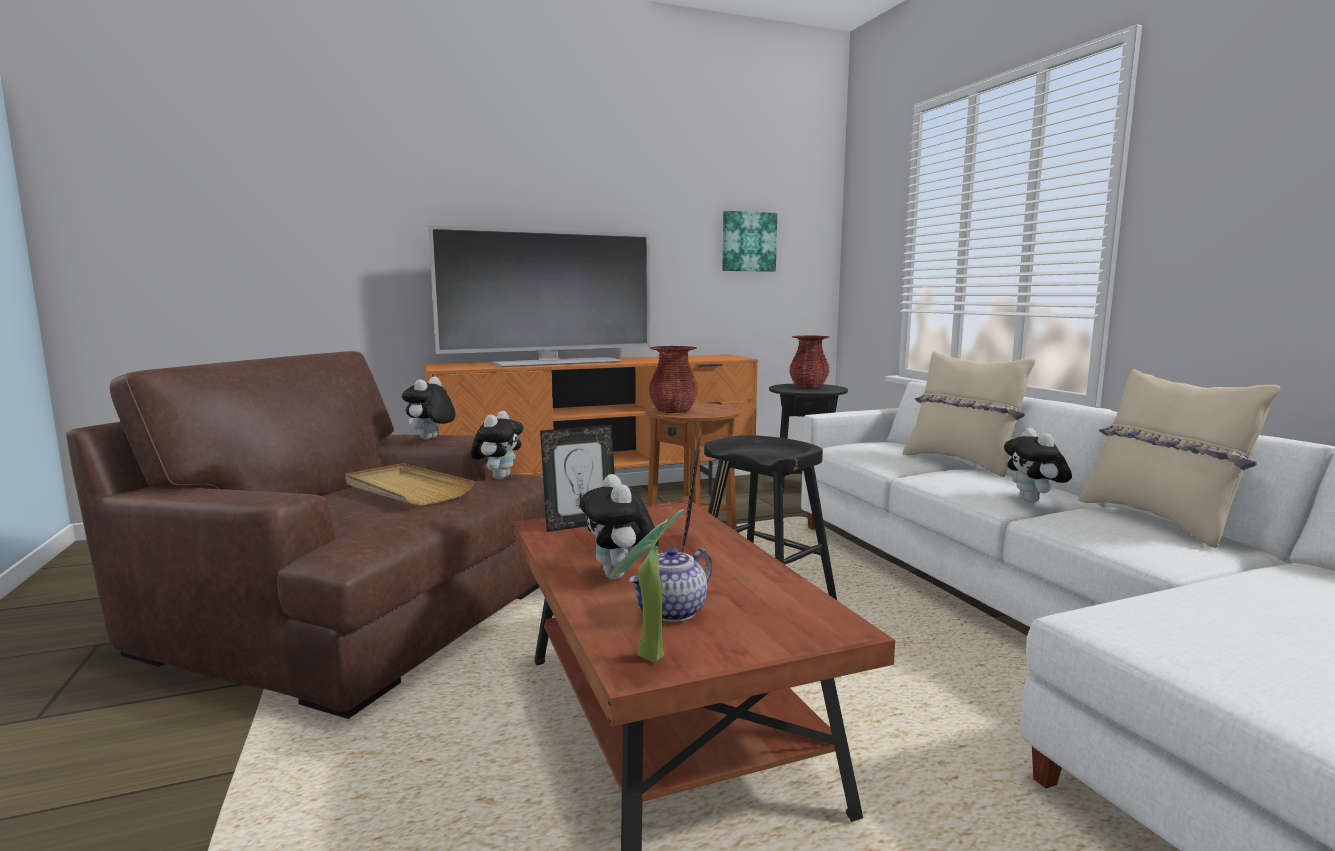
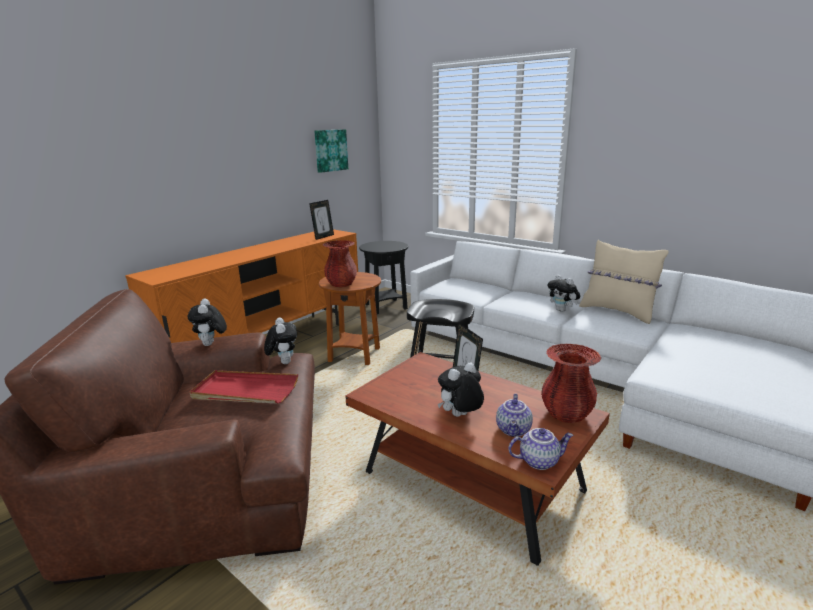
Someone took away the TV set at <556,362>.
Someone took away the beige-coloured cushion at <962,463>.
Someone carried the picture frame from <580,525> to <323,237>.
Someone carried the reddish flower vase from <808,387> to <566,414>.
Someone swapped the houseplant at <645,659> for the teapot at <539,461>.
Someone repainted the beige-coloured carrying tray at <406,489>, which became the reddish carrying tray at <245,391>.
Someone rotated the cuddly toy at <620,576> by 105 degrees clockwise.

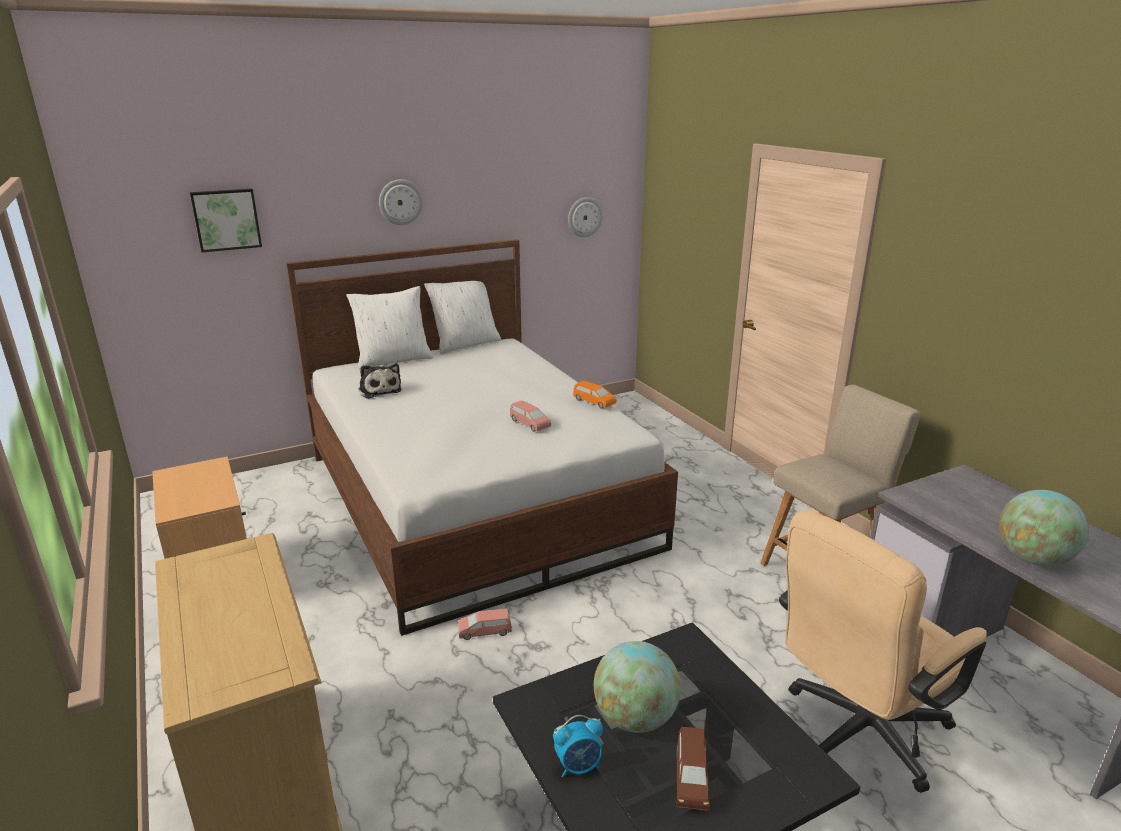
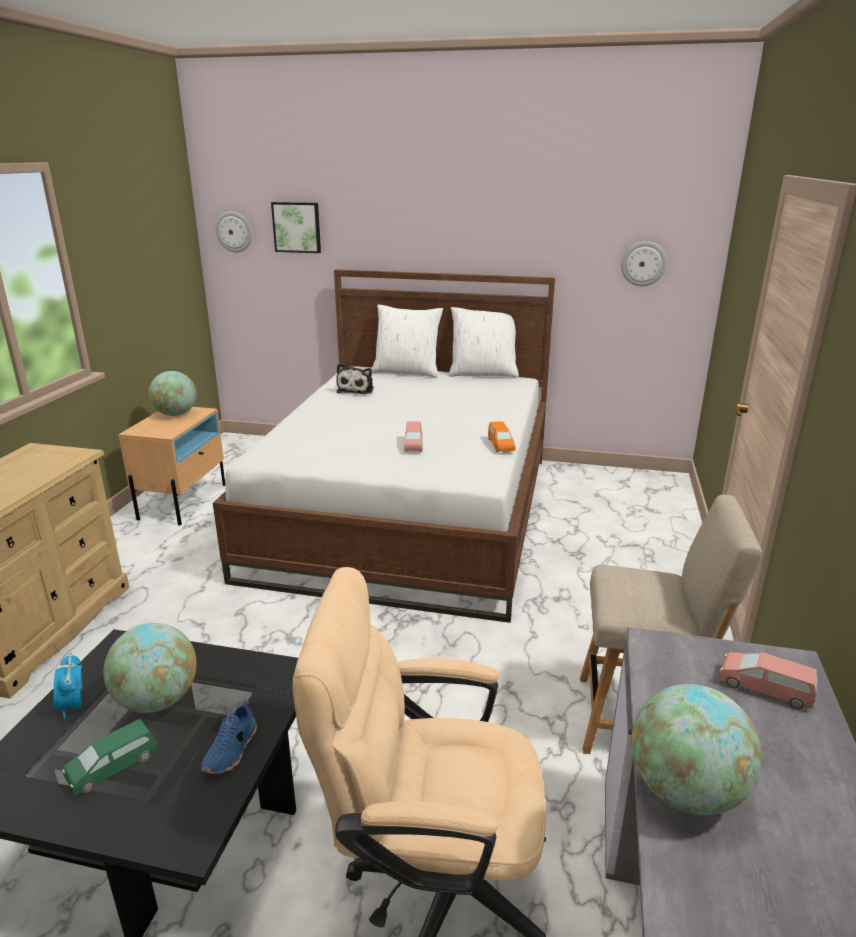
Someone put down the globe at <176,414>.
Someone put down the bluish item of footwear at <232,751>.
Someone carried the wall clock from <400,202> to <234,232>.
Someone carried the pinkish miniature car from <485,631> to <765,688>.
Someone repainted the brown miniature car at <691,778>, which became the green-coloured miniature car at <113,767>.
Someone rotated the alarm clock at <579,766> by 45 degrees clockwise.

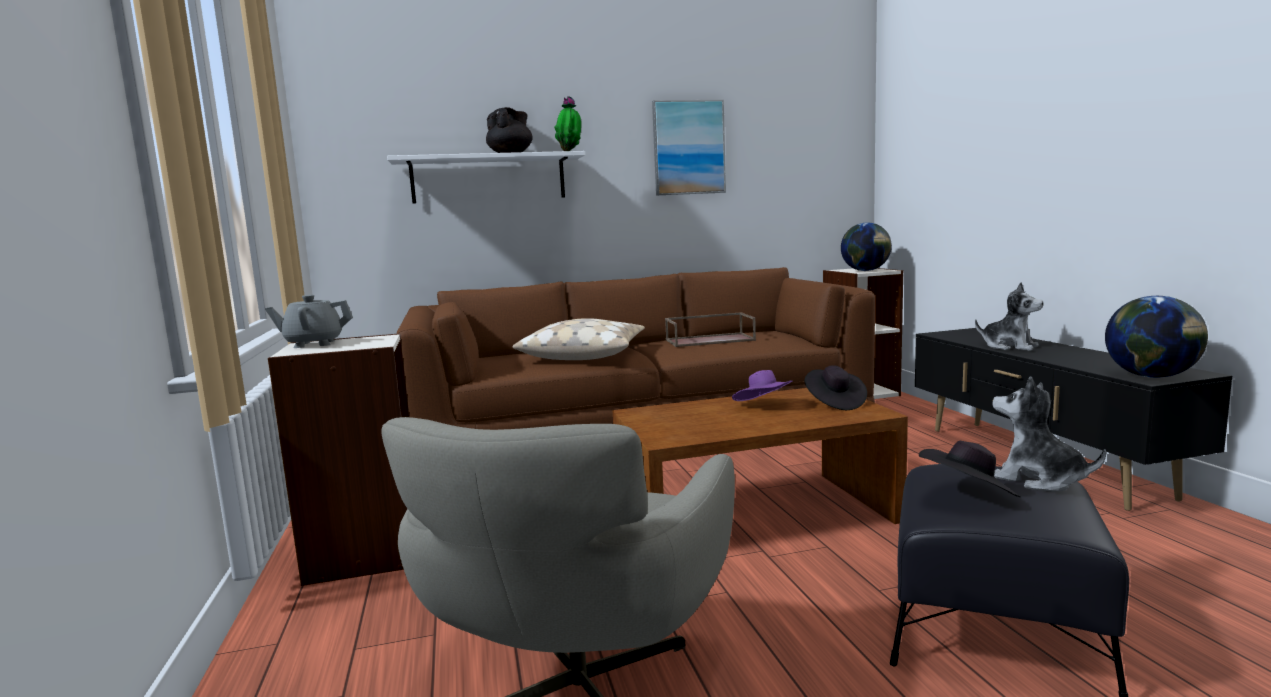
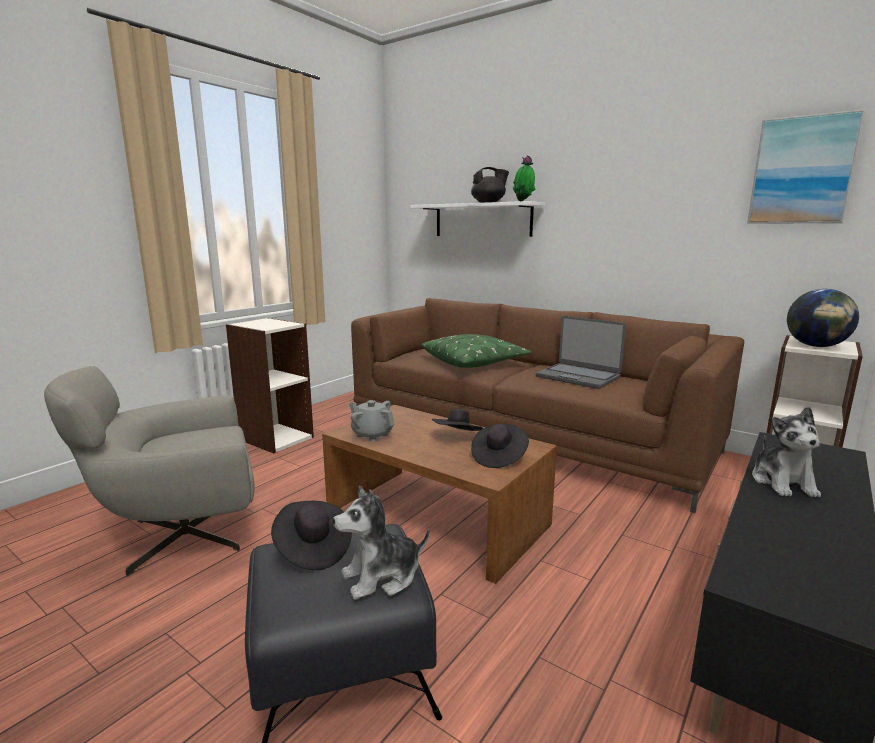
Someone took away the globe at <1152,376>.
Someone carried the greyish teapot from <314,344> to <372,435>.
Someone carried the wall picture from <688,148> to <802,171>.
Someone swapped the brown carrying tray at <710,340> for the portable computer at <578,377>.
Someone repainted the beige-coloured cushion at <583,354>, which became the green-coloured cushion at <474,362>.
Someone repainted the purple wearable hat at <763,406>, which became the black wearable hat at <457,438>.
Someone rotated the cuddly toy at <1038,480> by 120 degrees counterclockwise.

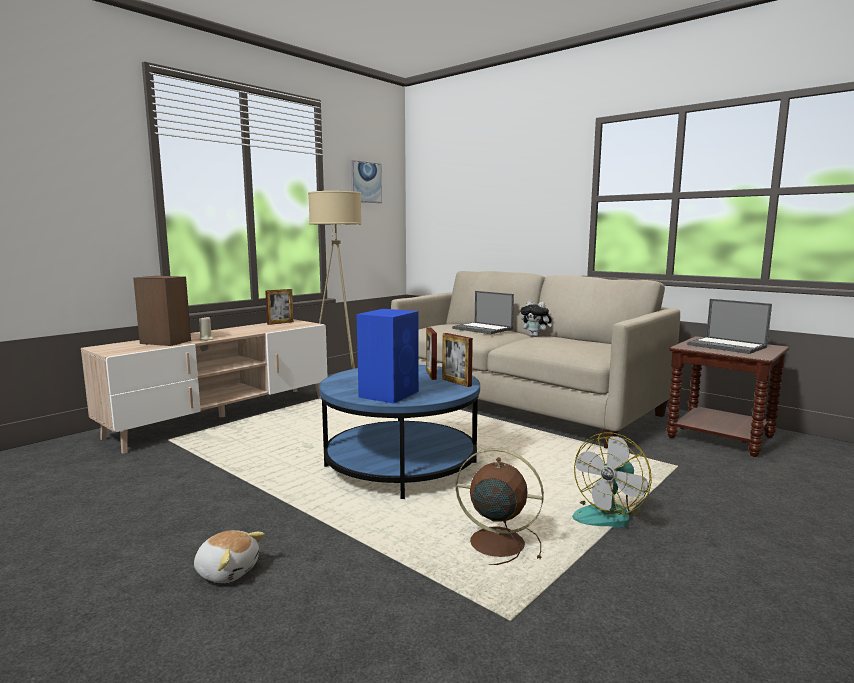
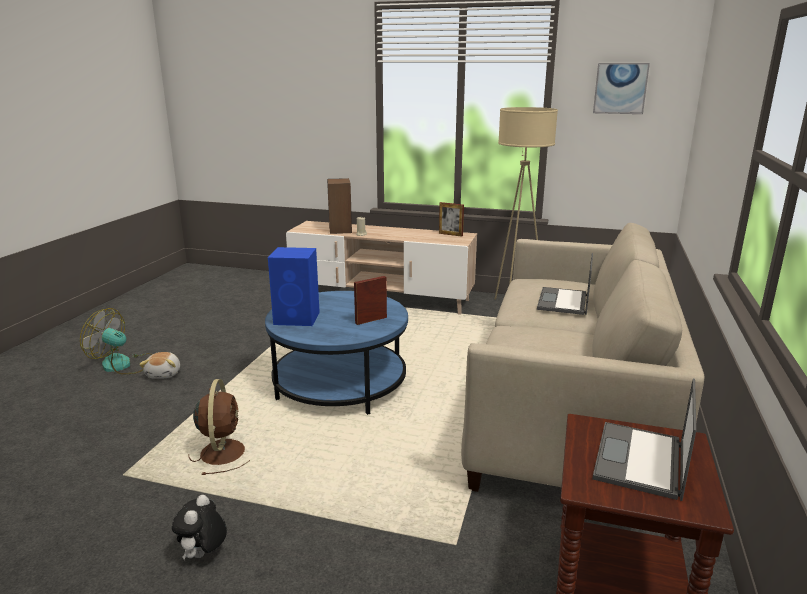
Someone took away the picture frame at <456,382>.
Someone carried the cuddly toy from <535,336> to <203,555>.
Someone carried the electric fan from <608,514> to <123,365>.

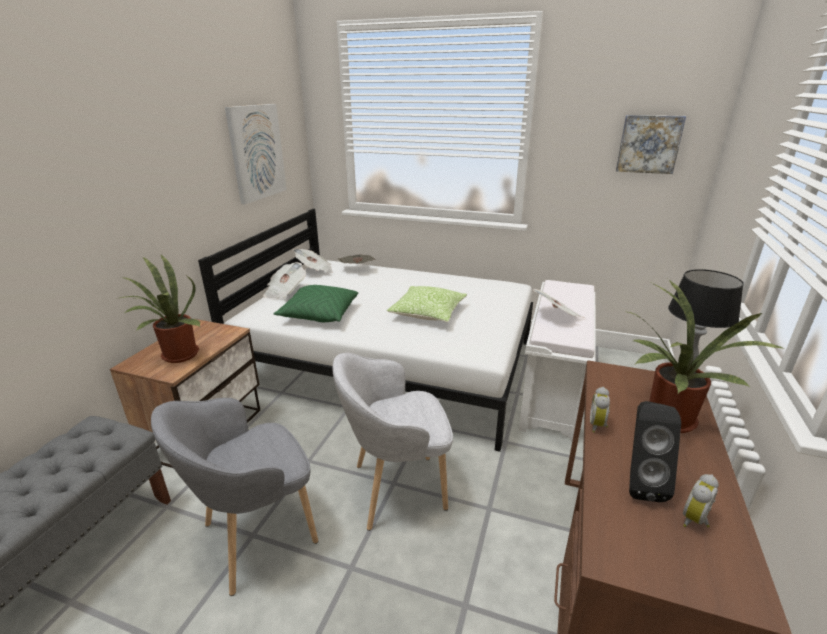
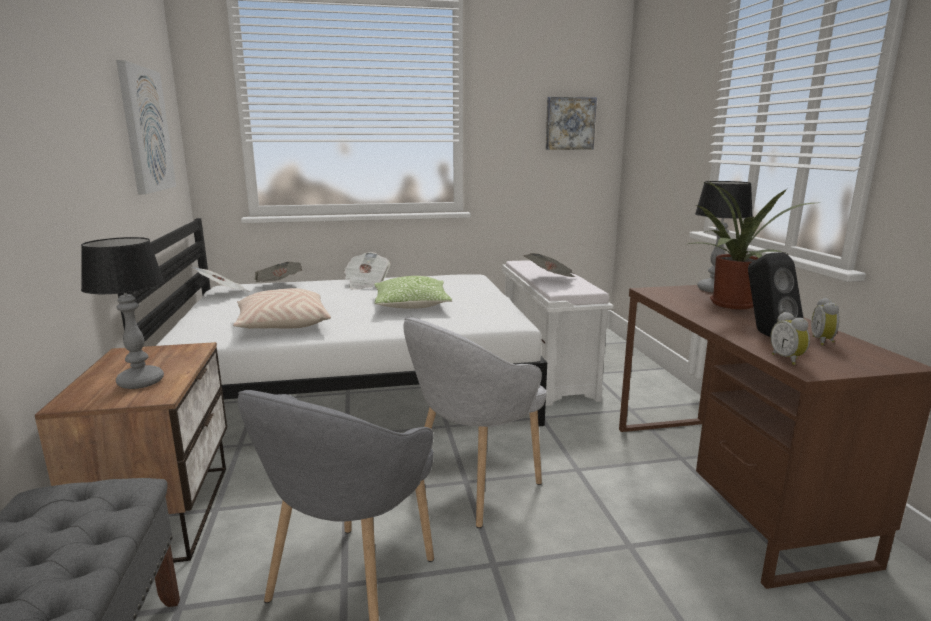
Someone carried the newspaper from <285,292> to <366,284>.
Someone carried the alarm clock from <598,425> to <788,359>.
Someone swapped the houseplant at <176,356> for the lamp for a table at <140,382>.
Someone repainted the green-coloured cushion at <319,314>, which became the beige-coloured cushion at <282,325>.

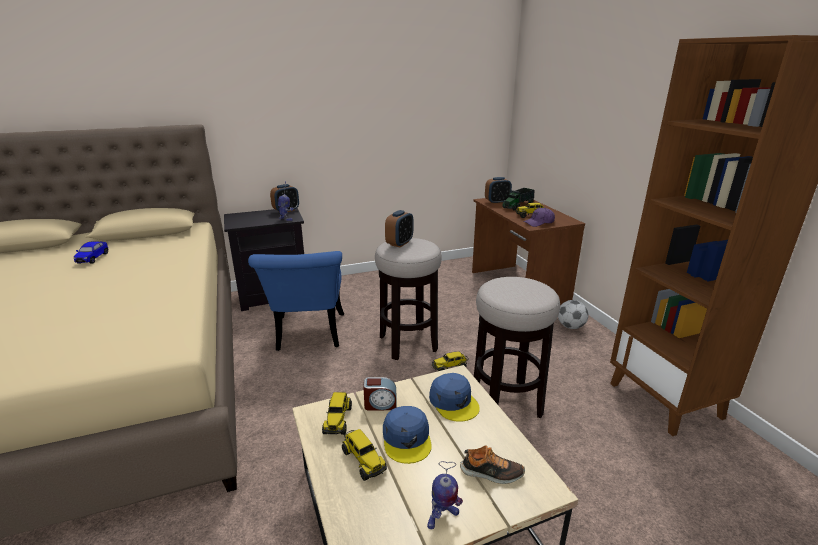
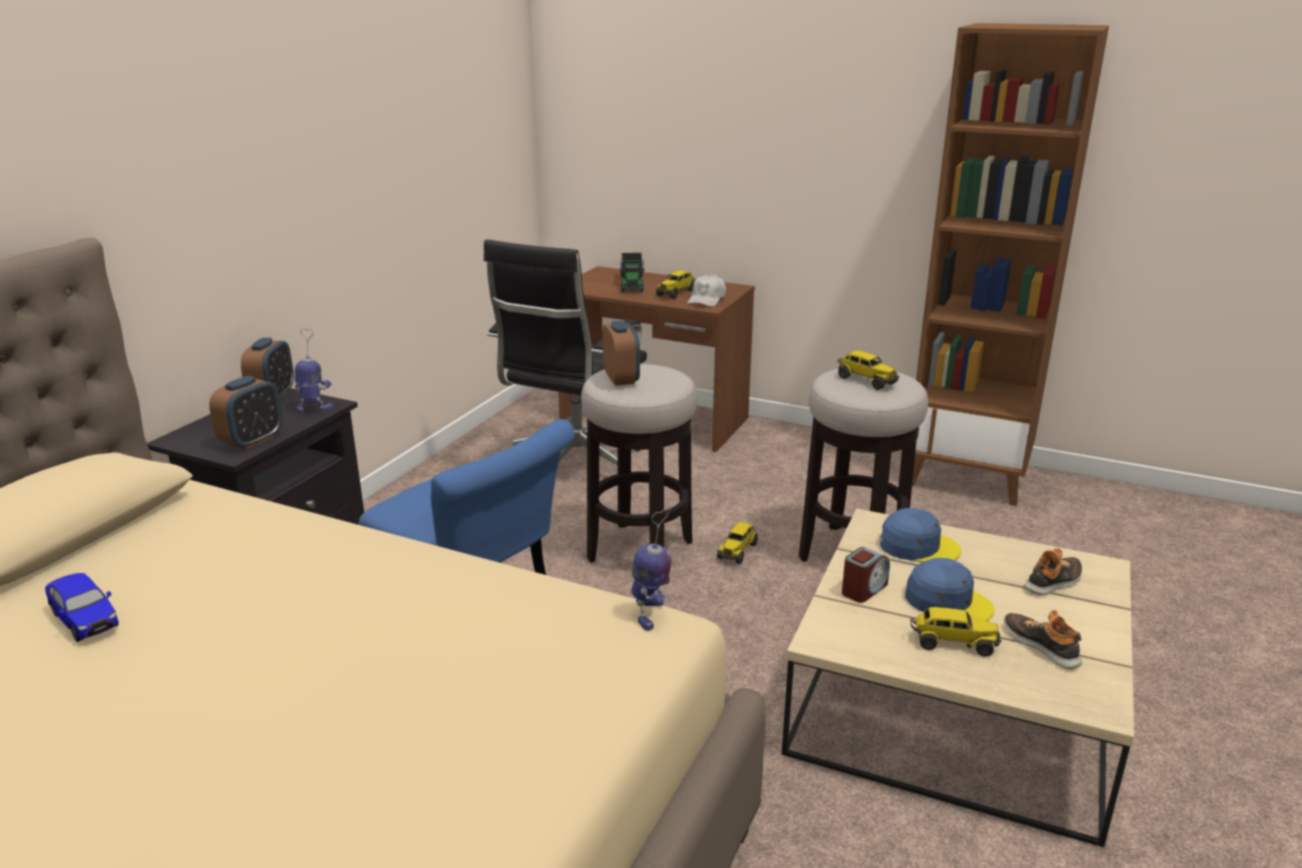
Someone took away the football ball at <570,326>.
Someone put down the black office chair at <573,468>.
Someone put down the item of footwear at <1042,646>.
Someone carried the toy truck from <337,420> to <866,380>.
Someone carried the toy robot from <442,518> to <650,615>.
Someone carried the alarm clock from <497,202> to <252,441>.
Someone repainted the purple cap at <539,222>, which became the white-coloured cap at <707,299>.

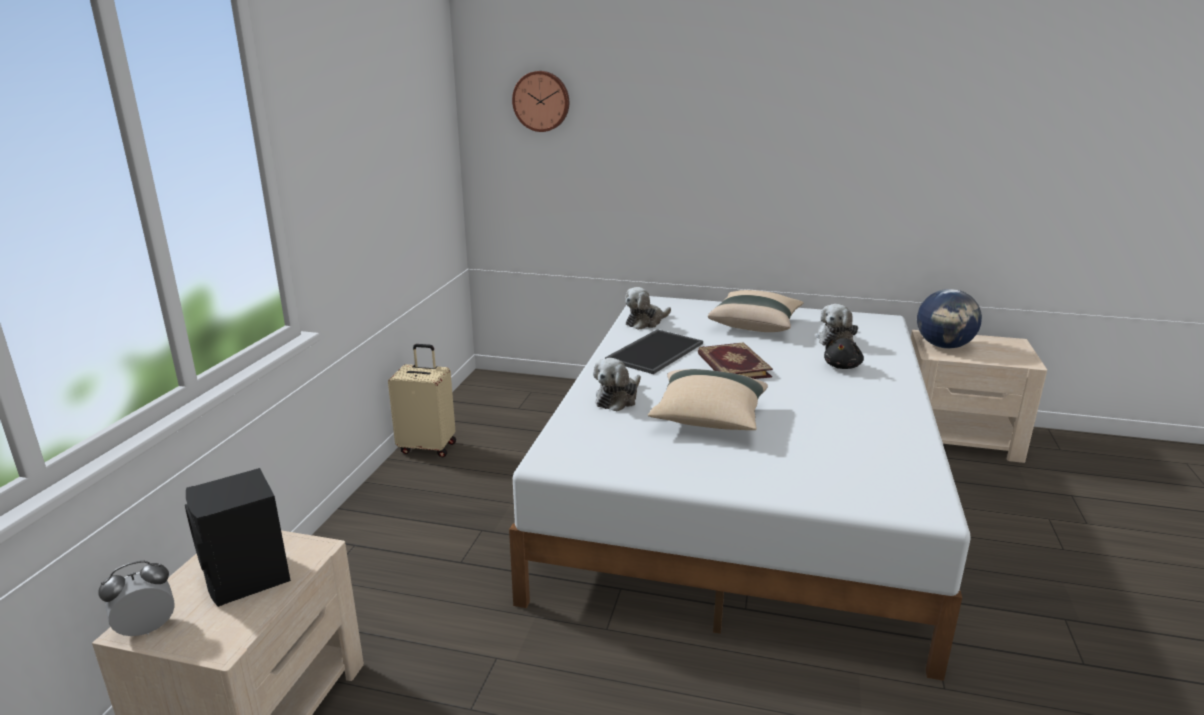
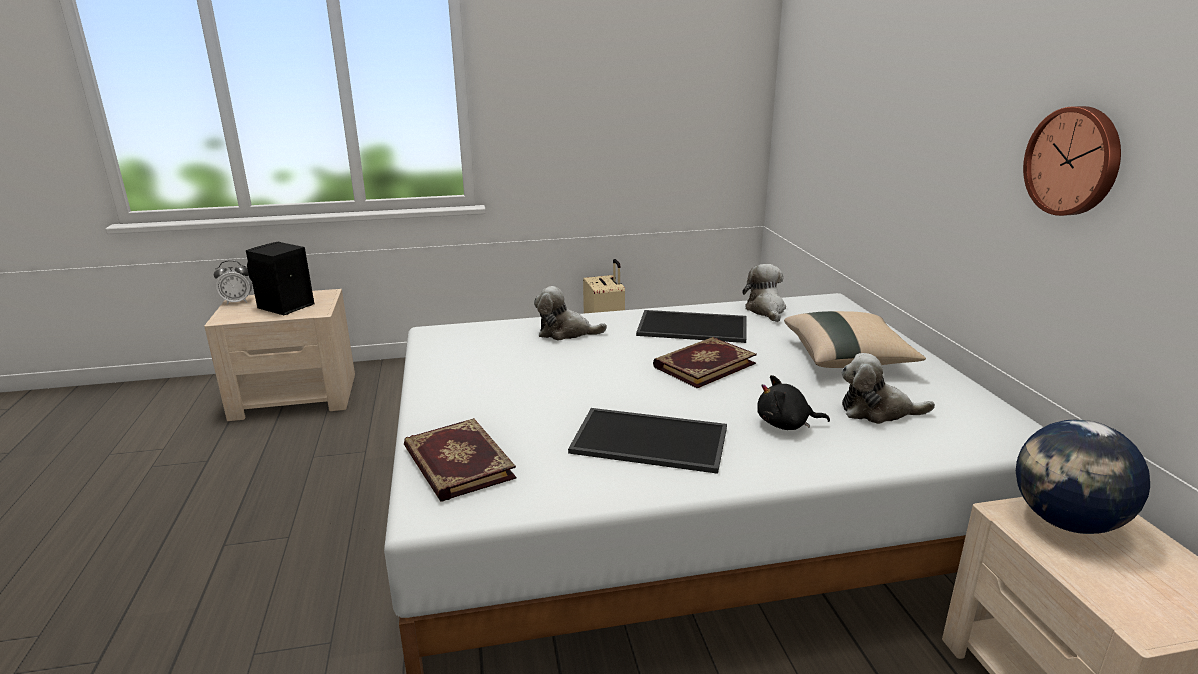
Someone took away the beige-coloured cushion at <708,419>.
Someone put down the volume at <456,463>.
Someone put down the carrying tray at <647,441>.
Someone carried the wall clock from <541,101> to <1074,161>.
Someone rotated the alarm clock at <147,629> by 135 degrees clockwise.
Someone rotated the cuddly toy at <645,322> by 60 degrees clockwise.

